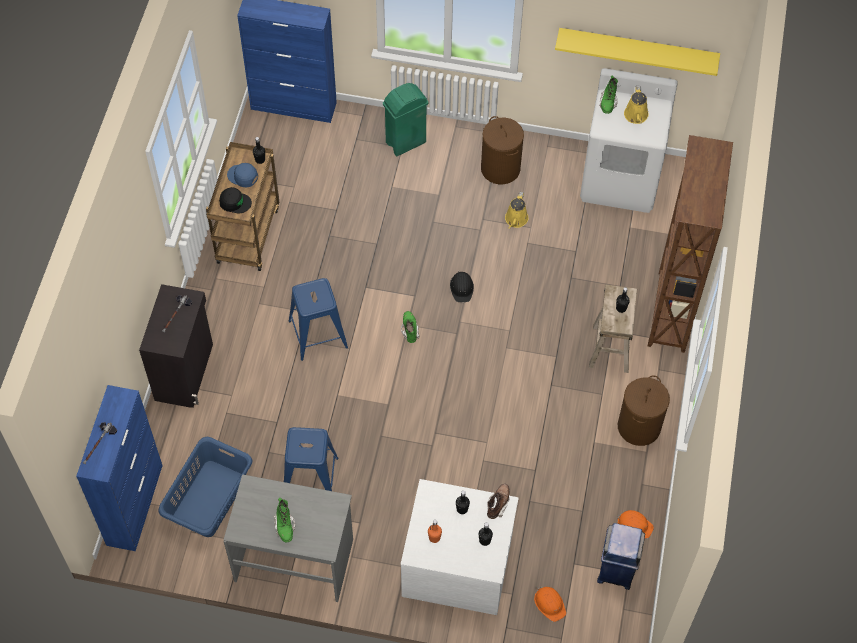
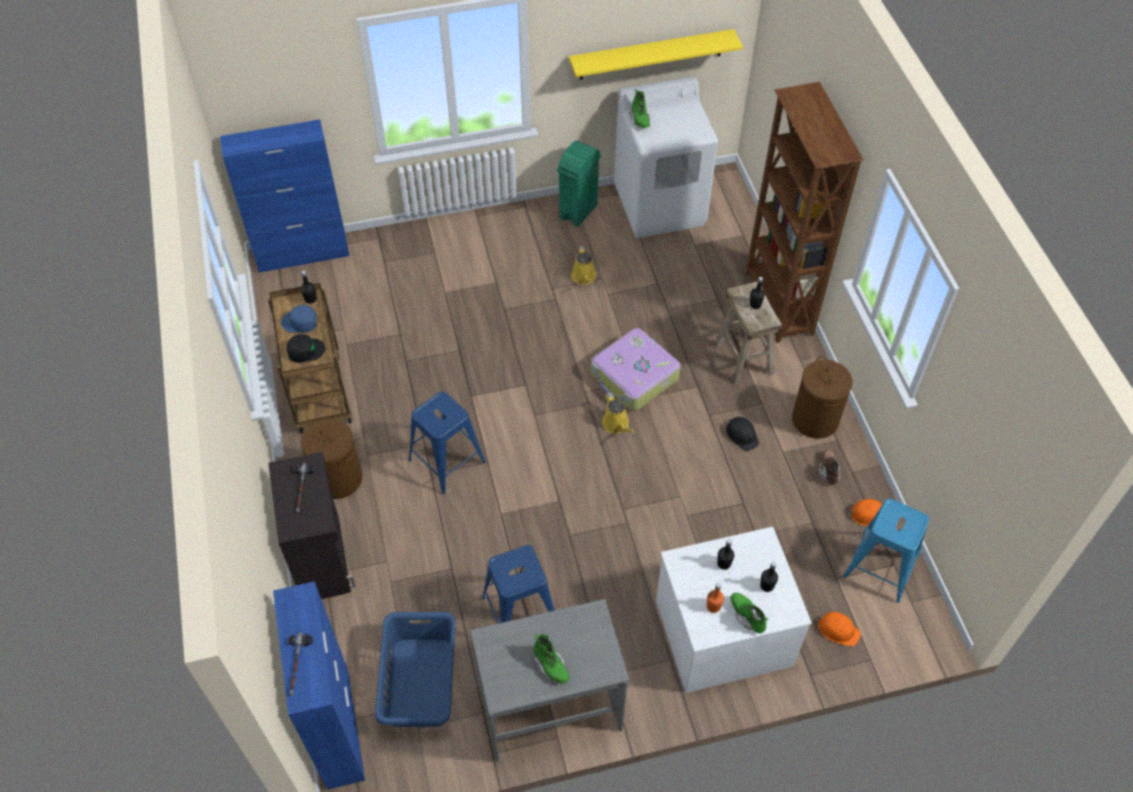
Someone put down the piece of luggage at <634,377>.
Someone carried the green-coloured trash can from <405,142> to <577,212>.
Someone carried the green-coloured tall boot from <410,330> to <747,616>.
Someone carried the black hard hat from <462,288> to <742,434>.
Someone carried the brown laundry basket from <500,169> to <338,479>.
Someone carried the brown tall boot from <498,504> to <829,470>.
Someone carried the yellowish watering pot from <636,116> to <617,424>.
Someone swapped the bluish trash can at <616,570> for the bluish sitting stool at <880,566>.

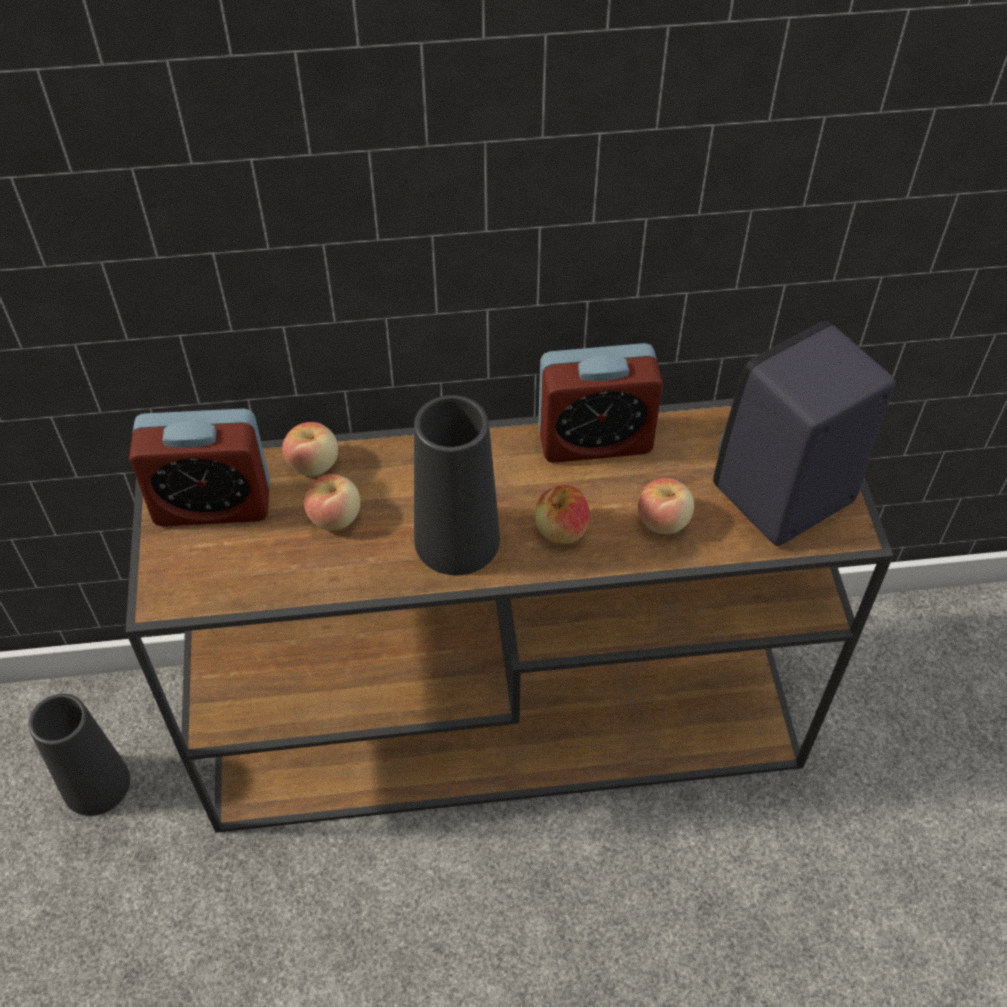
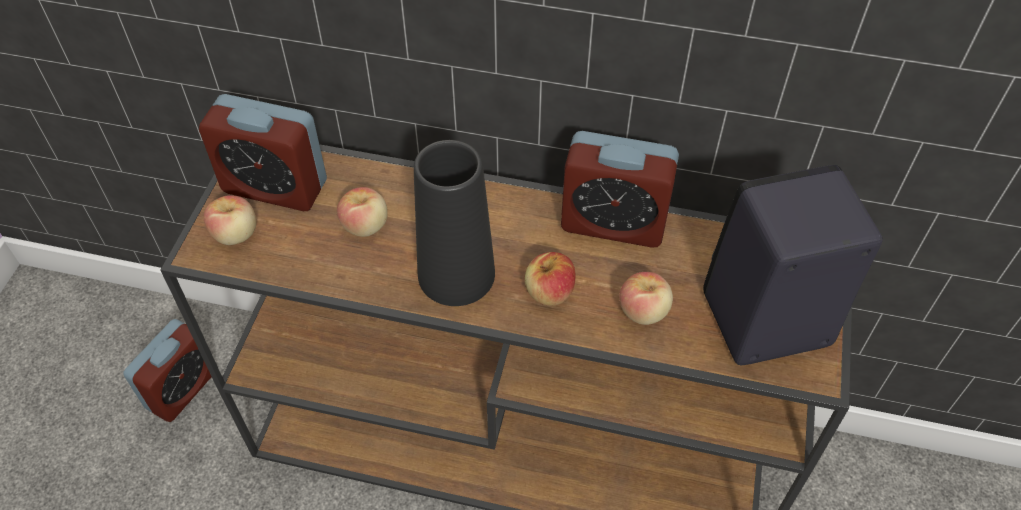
Someone carried the apple from <314,464> to <236,234>.
Someone swapped the black flower vase at <96,784> for the alarm clock at <182,389>.

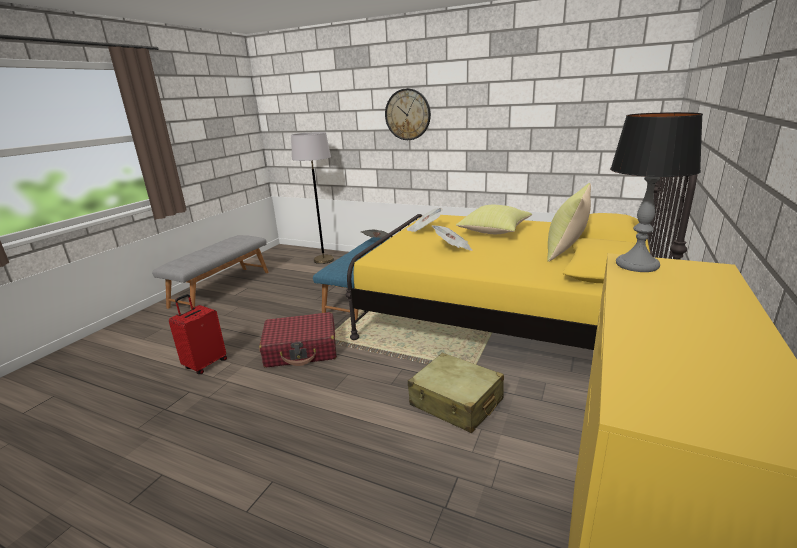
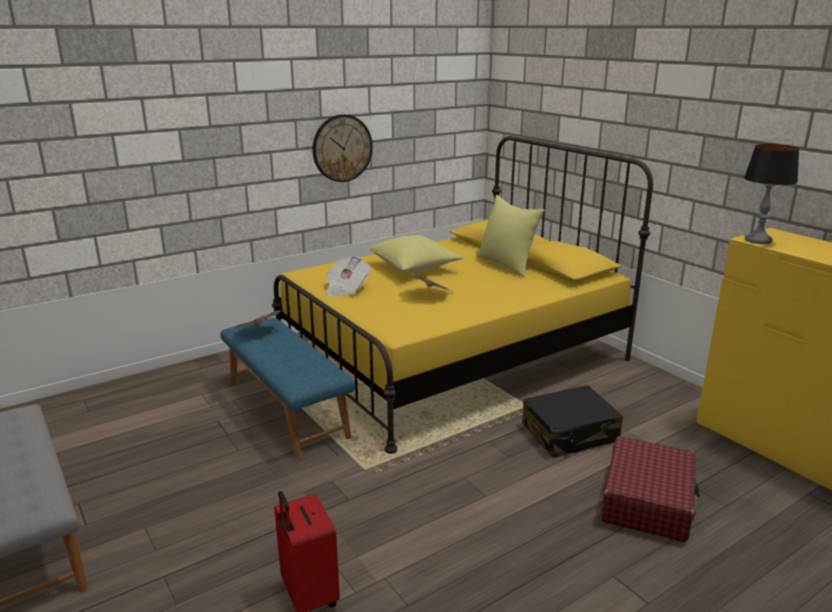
Someone took away the greyish standing lamp at <323,260>.
Someone carried the reddish piece of luggage from <301,349> to <647,501>.
Someone carried the wall clock from <407,114> to <342,148>.
Someone repainted the beige-coloured piece of luggage at <456,402>, which became the black piece of luggage at <570,434>.

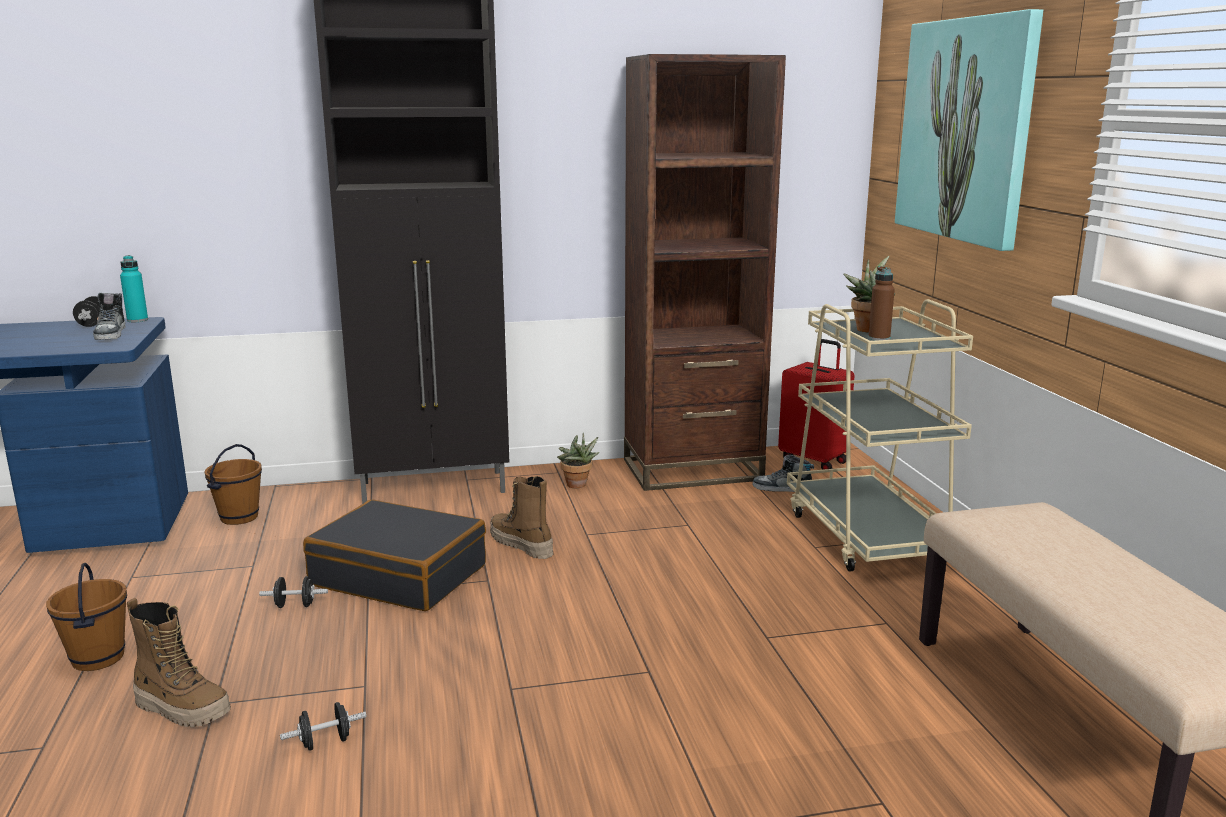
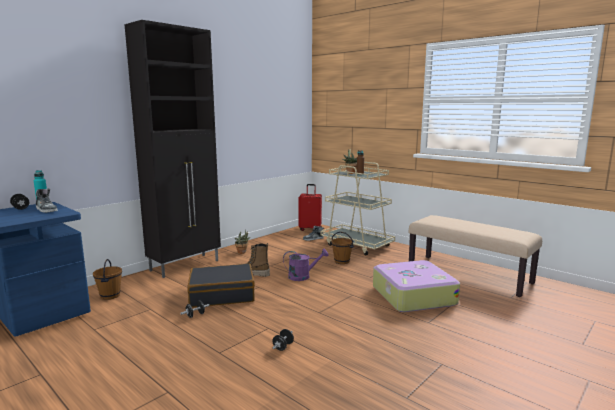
Someone took away the tall boot at <183,709>.
Someone took away the brown bookcase at <692,470>.
Someone took away the wall picture at <966,130>.
Someone put down the purple watering pot at <303,276>.
Someone put down the piece of luggage at <412,295>.
Someone carried the brown bucket from <97,658> to <341,261>.

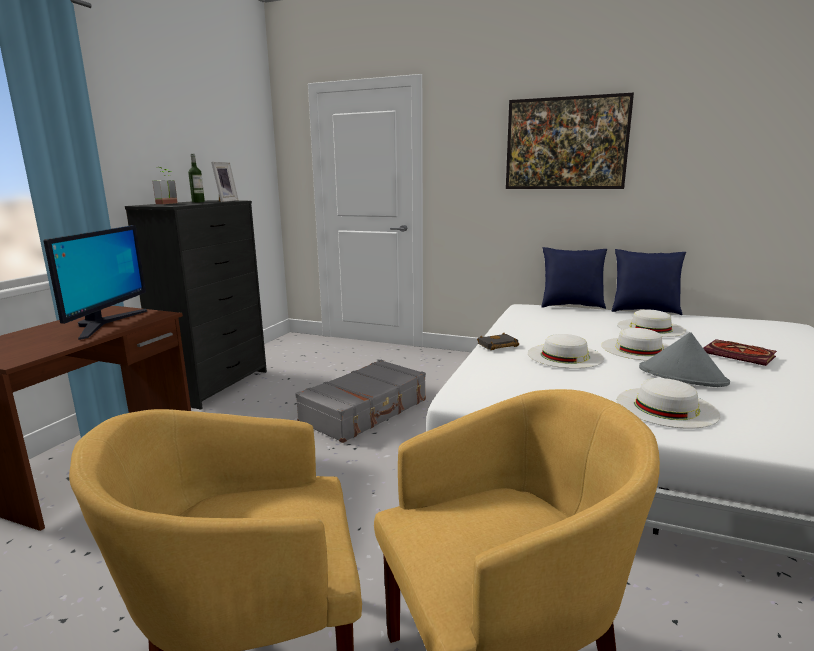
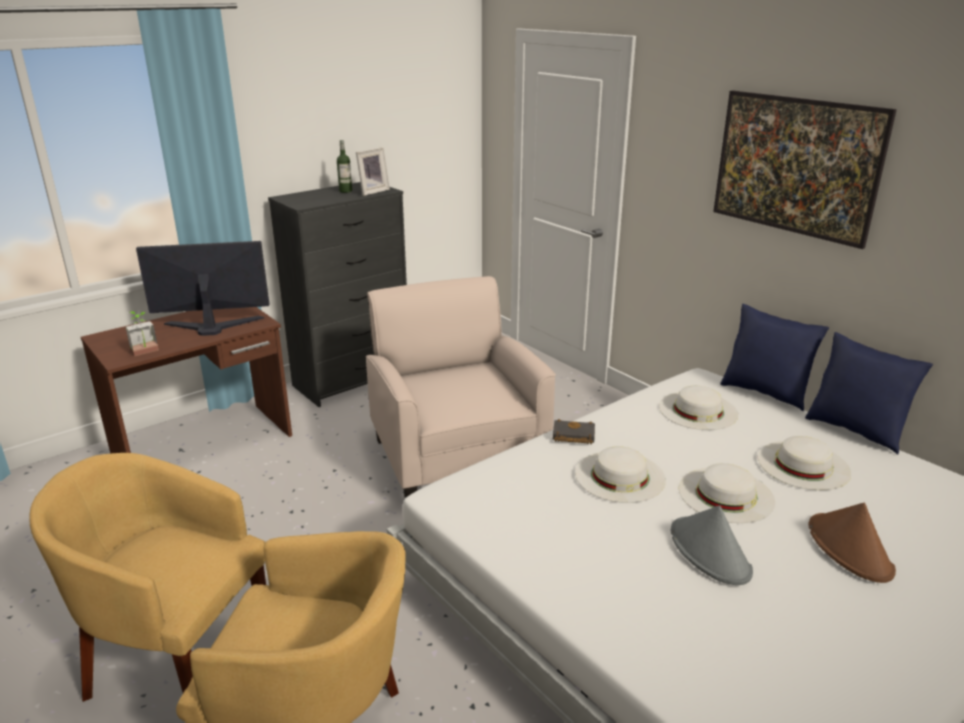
Someone carried the houseplant from <170,203> to <146,353>.
Someone carried the white-coloured wearable hat from <666,407> to <698,410>.
Someone swapped the greyish piece of luggage at <365,411> for the beige-coloured armchair at <456,458>.
Someone swapped the volume at <740,355> for the brown wearable hat at <850,549>.
Someone rotated the monitor at <105,324> by 135 degrees counterclockwise.

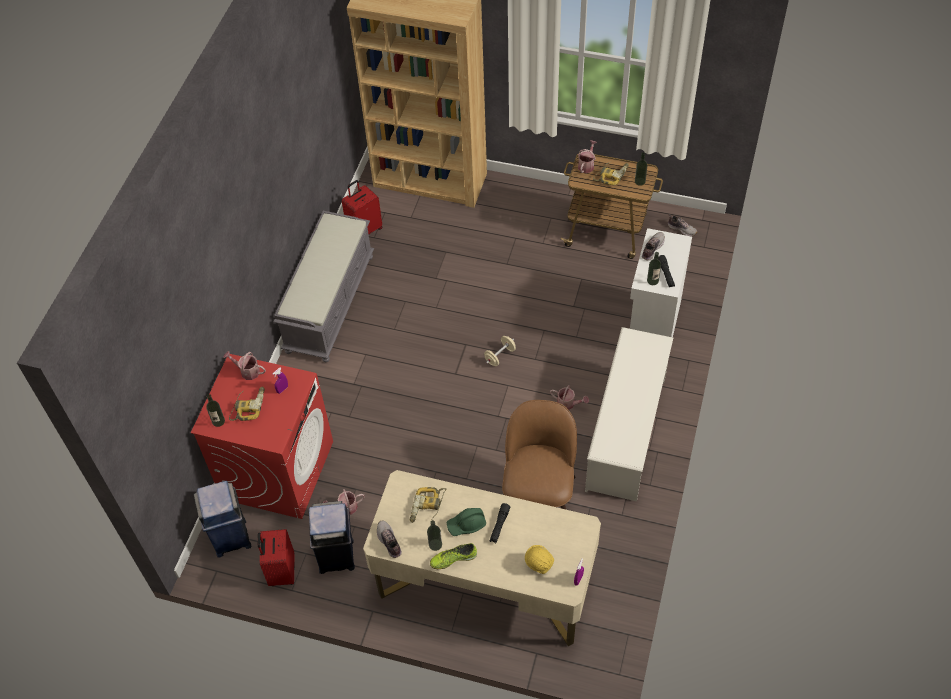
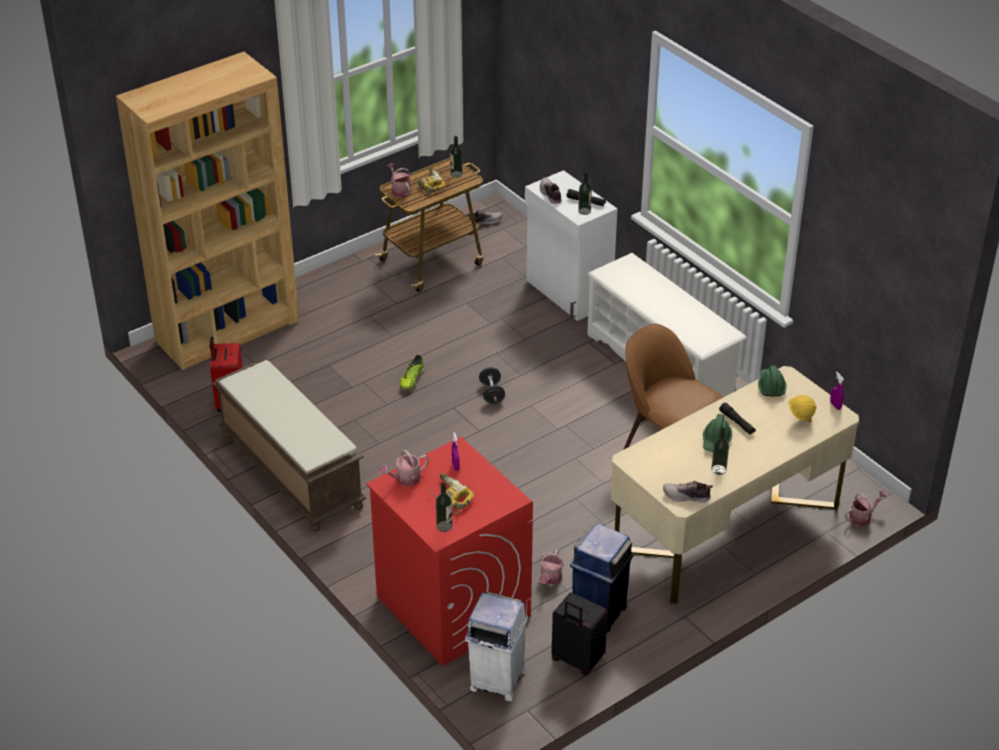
Someone took away the power drill at <427,507>.
Someone put down the green-coloured hard hat at <771,386>.
Someone carried the item of footwear from <453,559> to <411,379>.
Someone carried the watering pot from <568,404> to <862,517>.
Someone repainted the bluish trash can at <231,537>, which became the white-coloured trash can at <497,679>.
Someone repainted the reddish piece of luggage at <281,571>, which became the black piece of luggage at <576,660>.
Someone repainted the greyish indoor bench at <329,302>, which became the brown indoor bench at <289,470>.
Someone repainted the beige-coloured hand weight at <500,356>, which became the black hand weight at <492,393>.

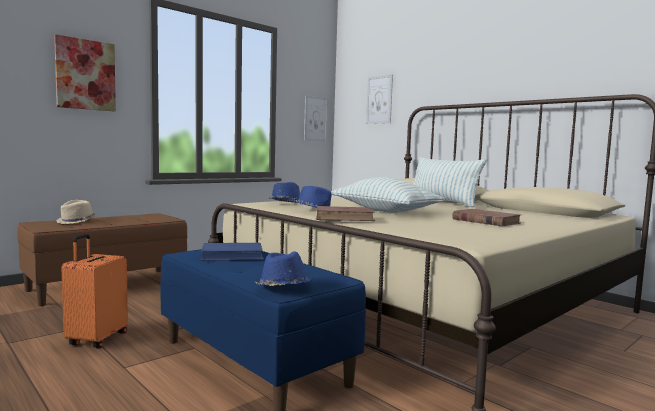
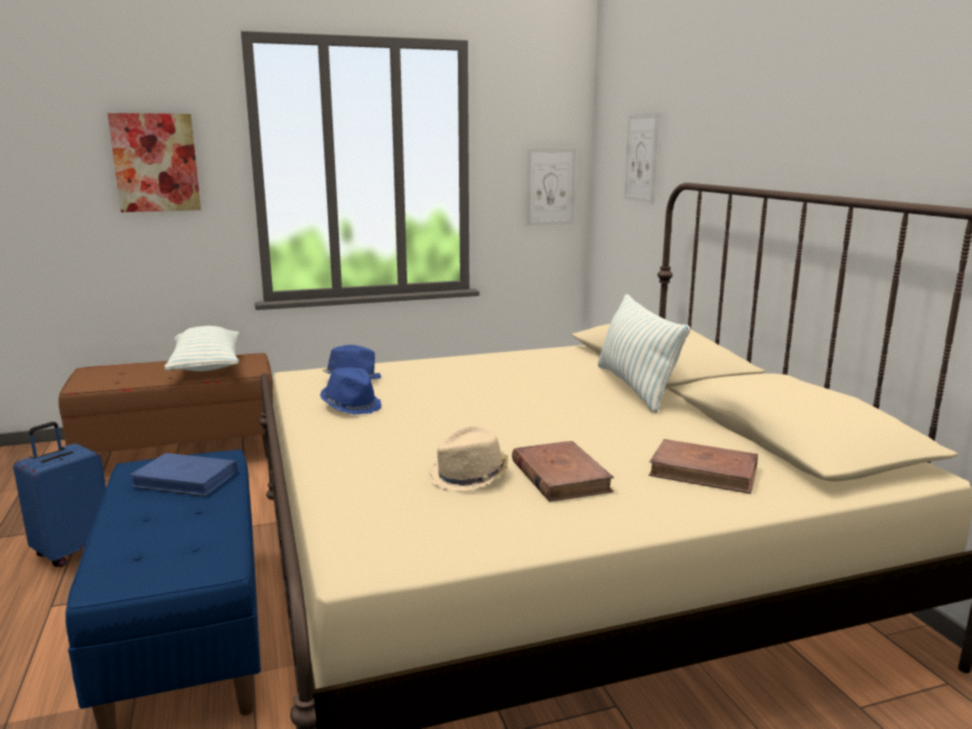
Someone took away the bluish wearable hat at <283,288>.
Someone carried the beige-coloured wearable hat from <77,221> to <469,477>.
Someone carried the brown volume from <344,218> to <704,471>.
Someone carried the cushion from <385,211> to <206,366>.
Someone repainted the orange-coloured piece of luggage at <96,339>, which became the bluish piece of luggage at <73,550>.

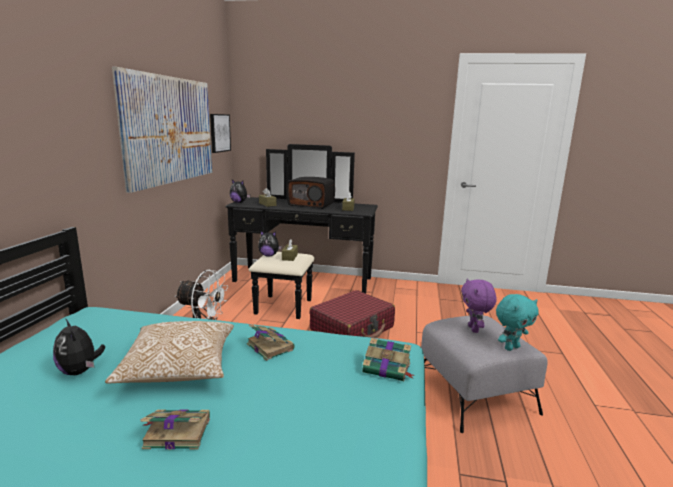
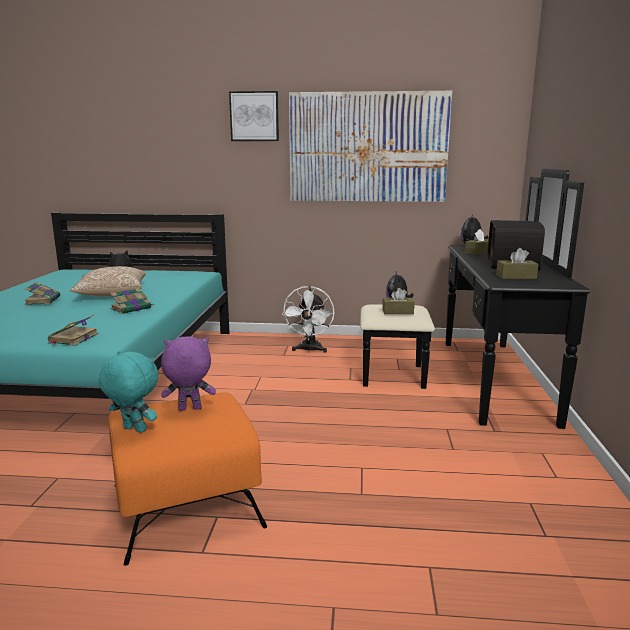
Someone took away the reddish piece of luggage at <352,328>.
Someone carried the wall picture from <219,133> to <254,116>.
Someone repainted the greyish pouffe at <474,395>, which became the orange-coloured pouffe at <185,505>.
Someone rotated the blue-green cuddly toy at <511,347> by 150 degrees clockwise.

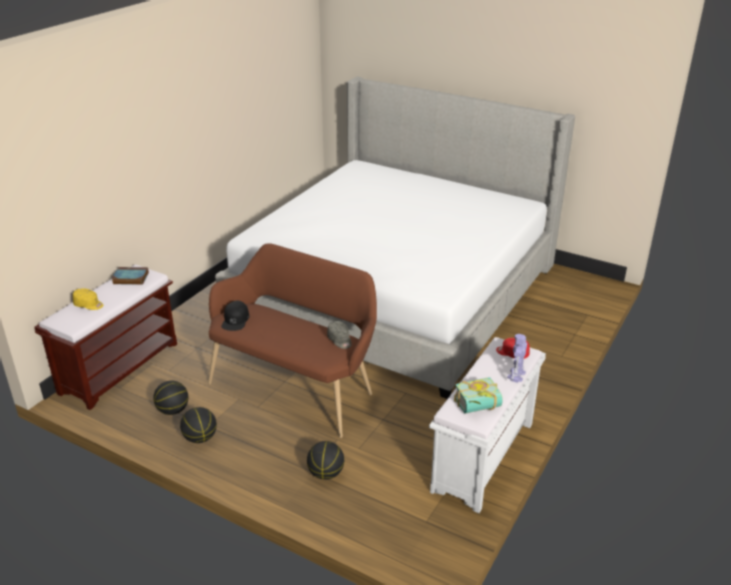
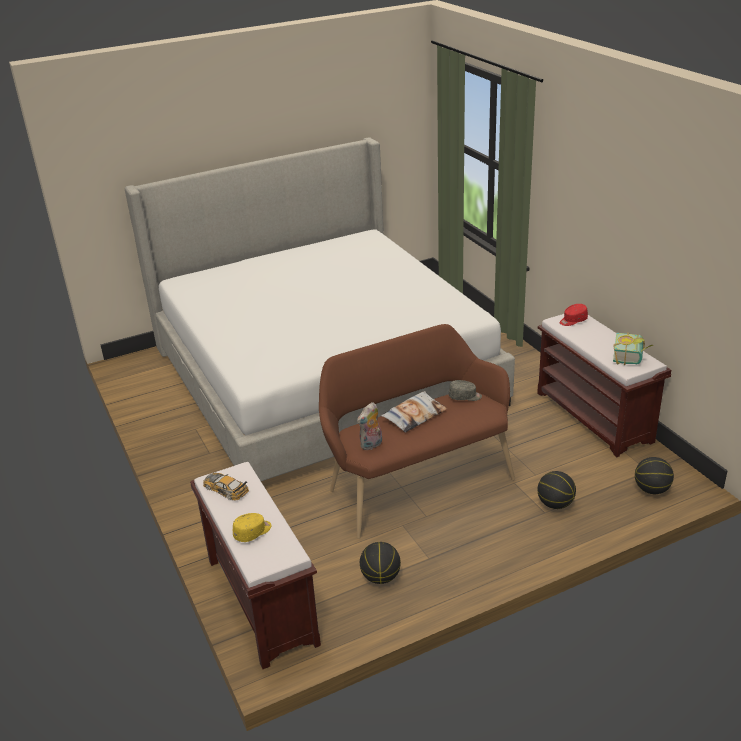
Someone took away the toy robot at <516,375>.
Someone put down the cushion at <414,416>.
Someone carried the basketball from <200,438> to <651,490>.
Someone swapped the volume at <130,278> for the miniature car at <225,489>.
Someone swapped the black cap at <235,320> for the cuddly toy at <371,445>.
Someone repainted the white-coloured indoor bench at <483,458>, which became the brown indoor bench at <595,417>.

